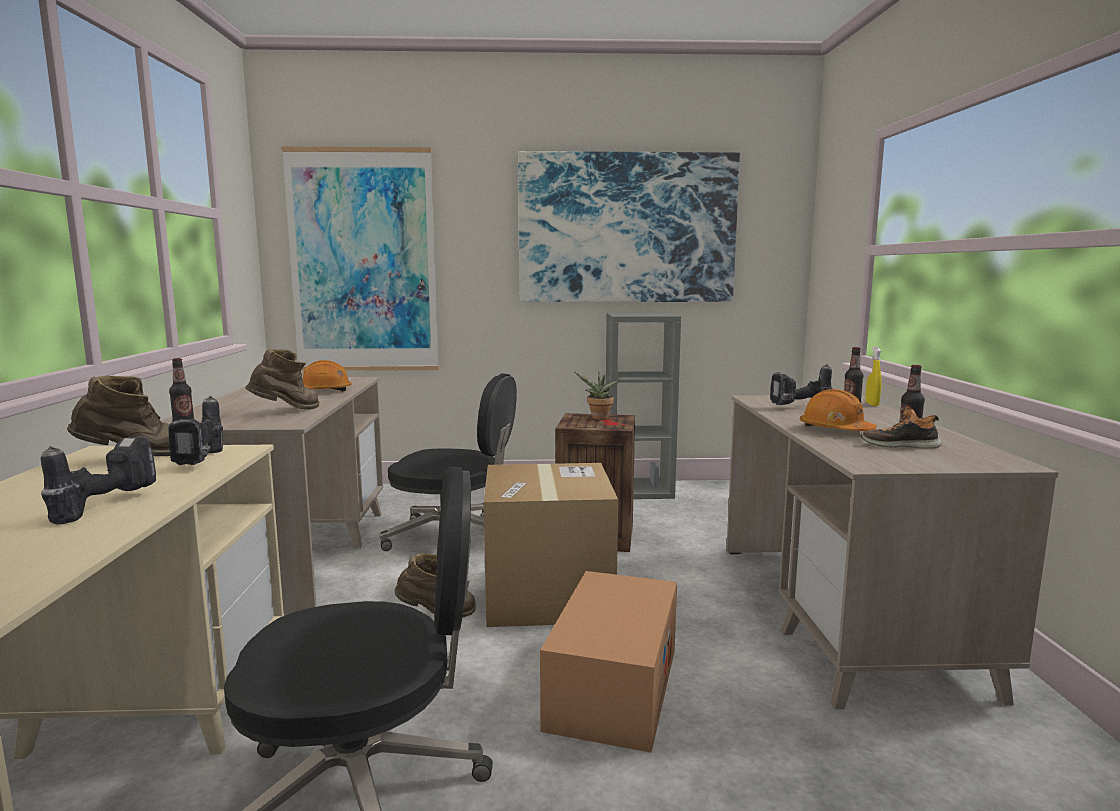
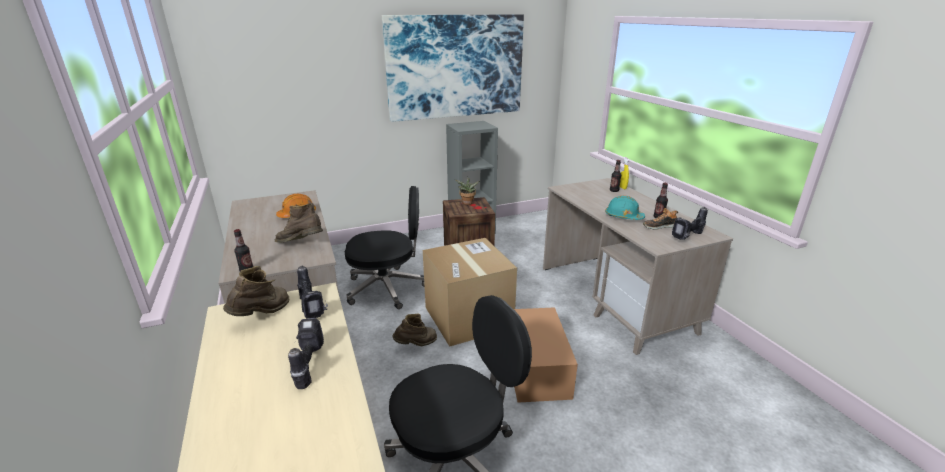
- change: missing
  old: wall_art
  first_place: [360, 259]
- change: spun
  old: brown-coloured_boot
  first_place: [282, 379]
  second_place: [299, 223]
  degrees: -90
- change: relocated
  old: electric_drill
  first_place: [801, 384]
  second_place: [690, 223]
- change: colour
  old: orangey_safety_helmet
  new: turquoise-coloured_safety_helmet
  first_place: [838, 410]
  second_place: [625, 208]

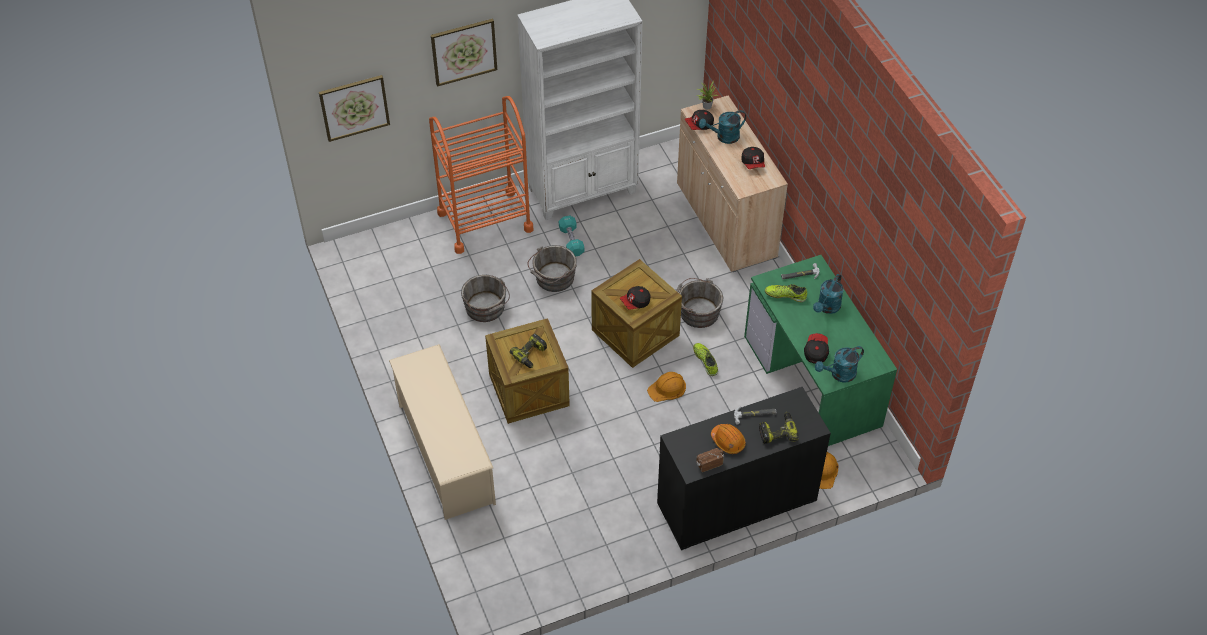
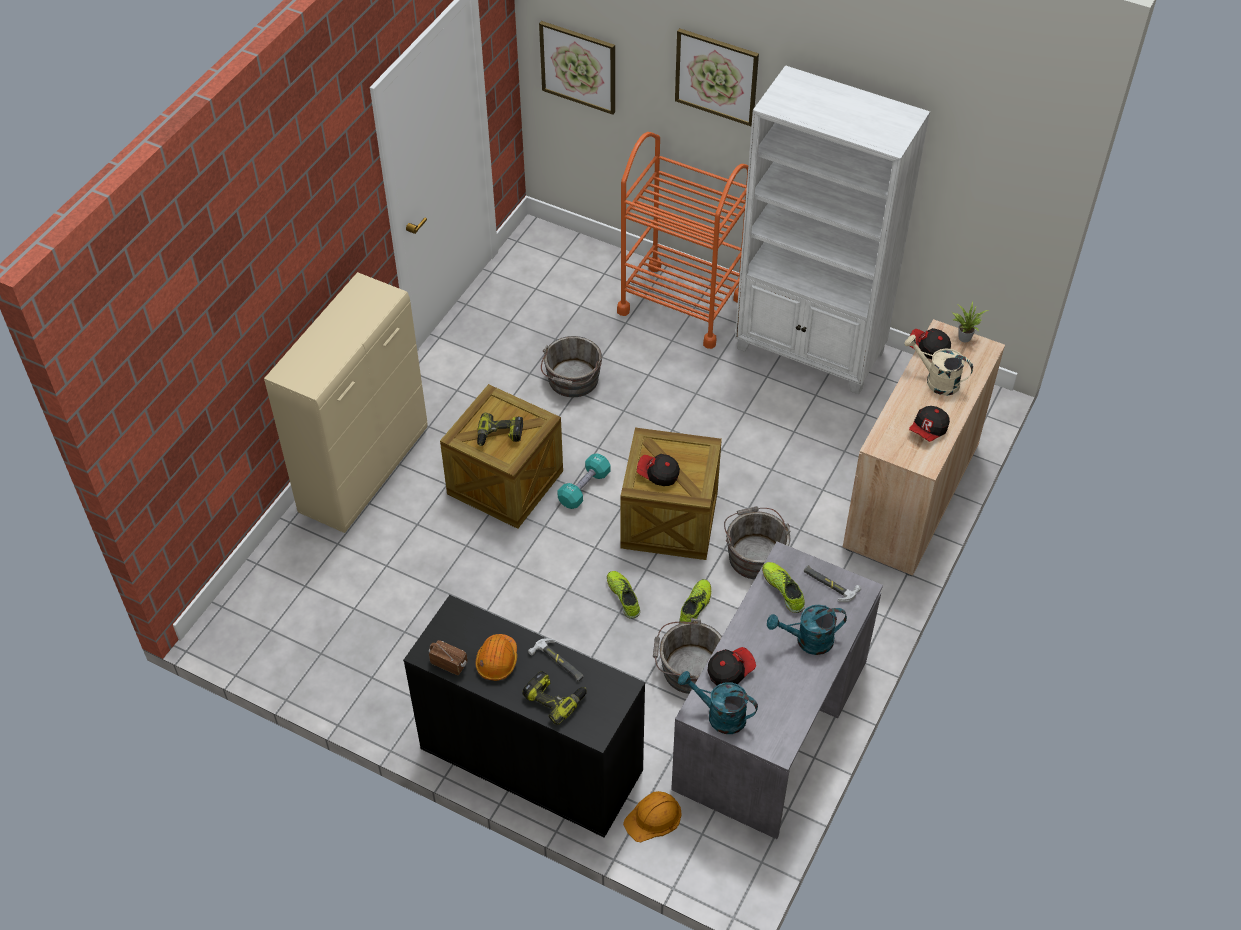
- change: colour
  old: turquoise-coloured_sprinkling_can
  new: beige_sprinkling_can
  first_place: [722, 127]
  second_place: [938, 365]
- change: relocated
  old: turquoise-coloured_hand_weight
  first_place: [571, 236]
  second_place: [584, 481]
- change: relocated
  old: greyish_bucket
  first_place: [552, 268]
  second_place: [687, 656]
- change: colour
  old: greenish_desk_table
  new: greyish_desk_table
  first_place: [820, 350]
  second_place: [777, 690]
- change: exchanged
  old: beige_shoe_stand
  new: beige_cupboard
  first_place: [442, 432]
  second_place: [346, 402]
- change: exchanged
  old: orangey_safety_helmet
  new: low_shoe
  first_place: [666, 387]
  second_place: [623, 595]

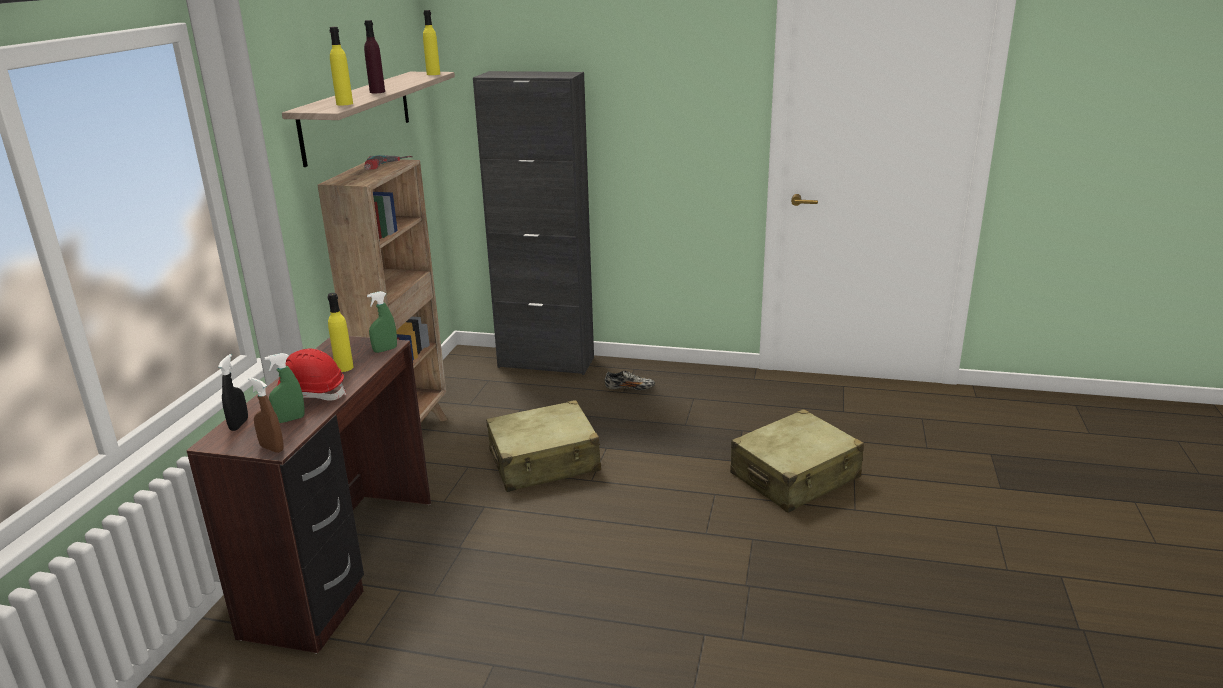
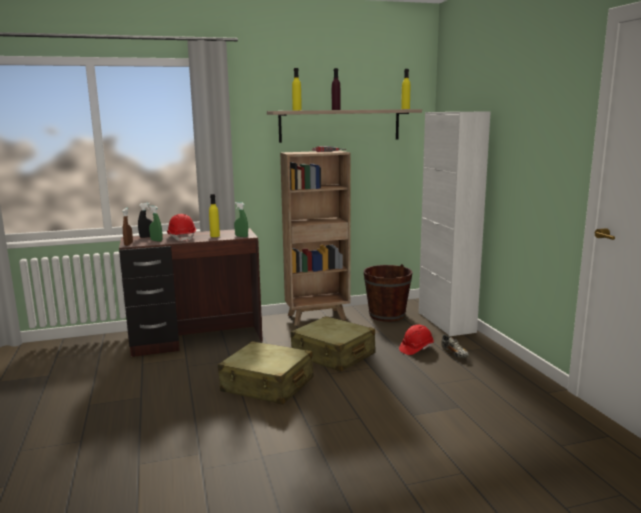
- change: colour
  old: black_cupboard
  new: white-coloured_cupboard
  first_place: [533, 223]
  second_place: [455, 223]
- change: relocated
  old: beige_piece_of_luggage
  first_place: [797, 461]
  second_place: [265, 373]
- change: appeared
  new: brown-coloured_bucket
  second_place: [388, 293]
- change: appeared
  new: red-coloured_safety_helmet
  second_place: [416, 340]

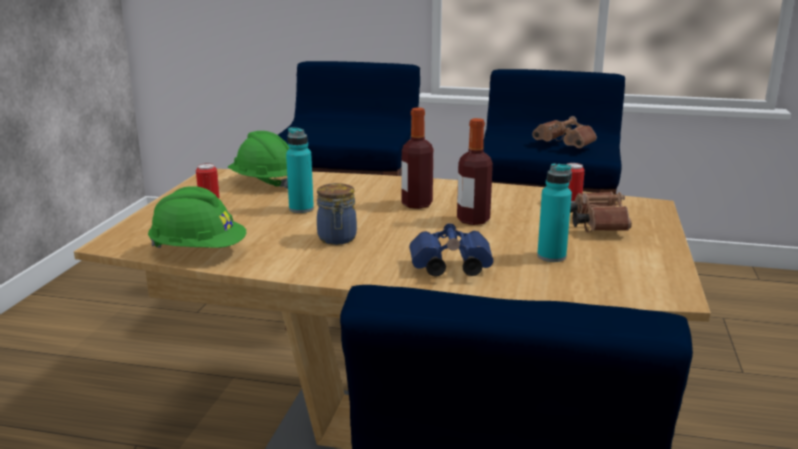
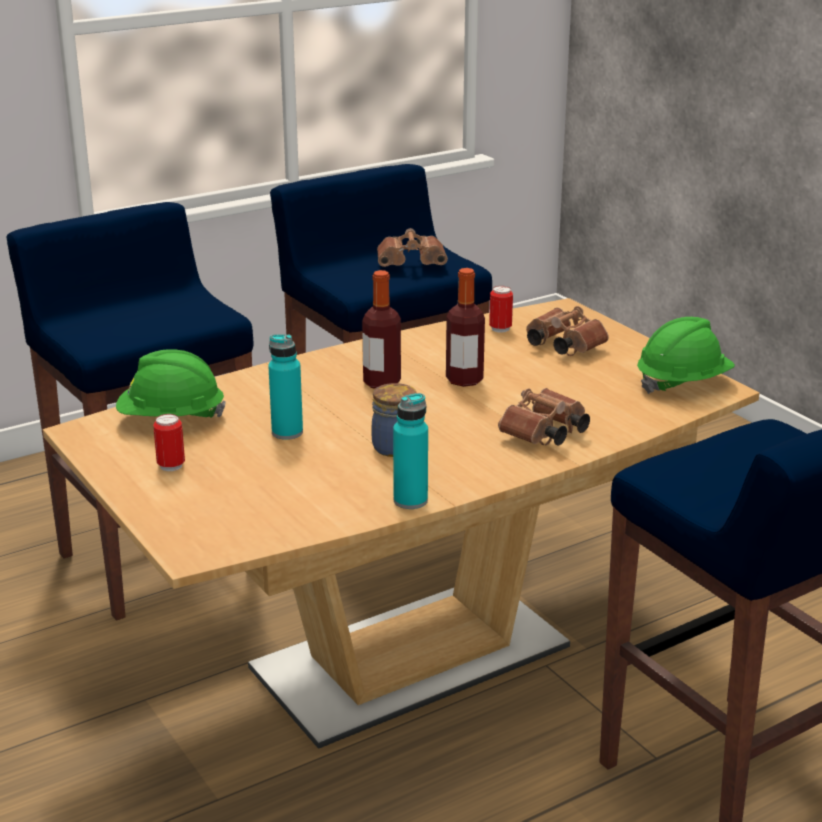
- change: relocated
  old: turquoise-coloured_drink_bottle
  first_place: [554, 212]
  second_place: [410, 451]
- change: relocated
  old: greenish_safety_helmet
  first_place: [197, 217]
  second_place: [686, 355]
- change: colour
  old: bluish_pair_of_binoculars
  new: brown-coloured_pair_of_binoculars
  first_place: [451, 249]
  second_place: [544, 417]

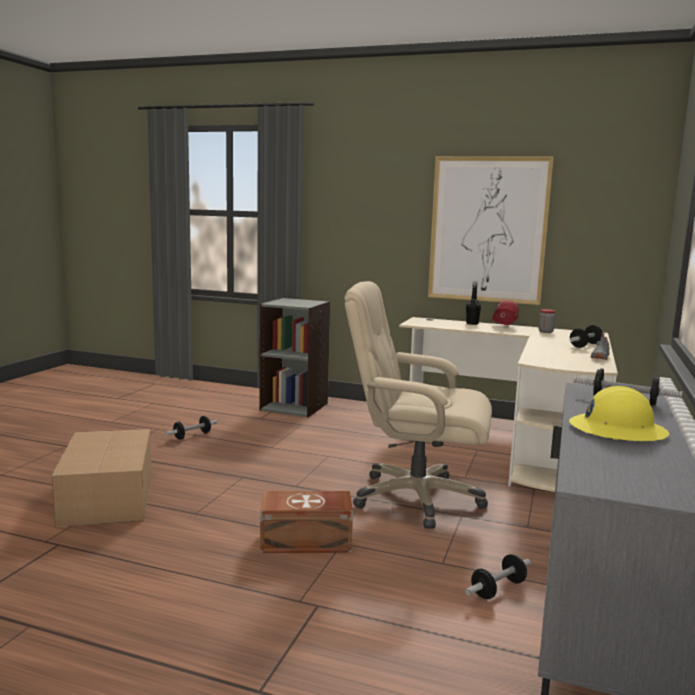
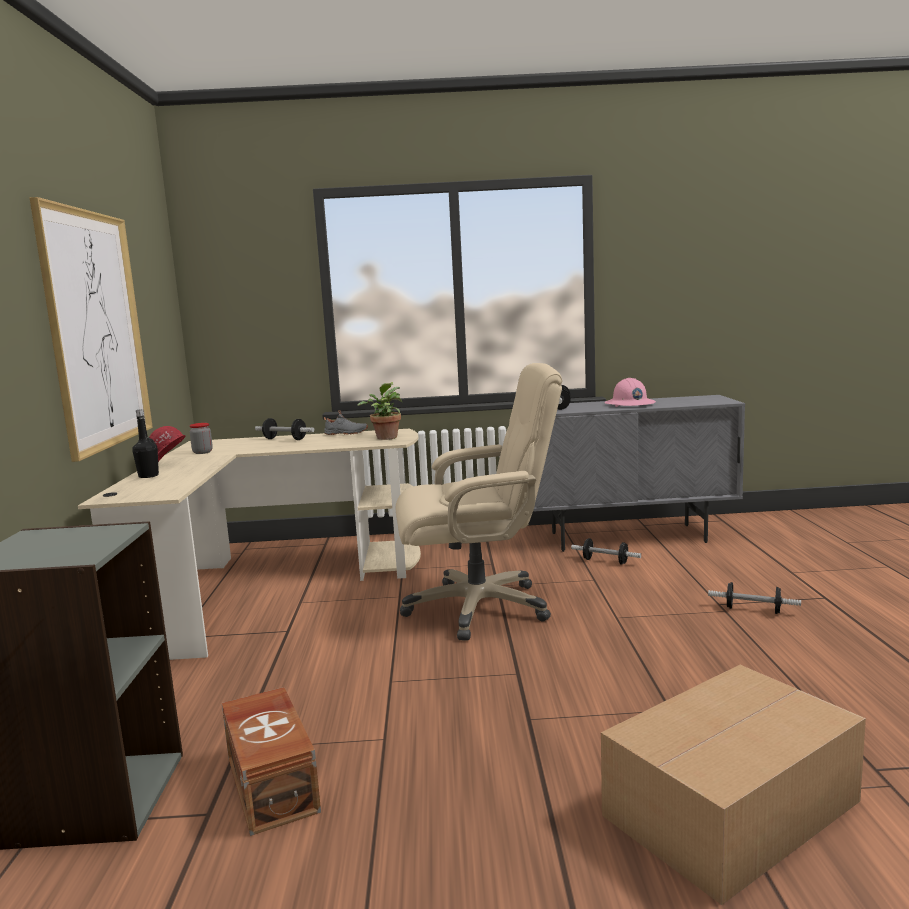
- change: spun
  old: beige_office_chair
  first_place: [418, 405]
  second_place: [479, 502]
  degrees: -90
- change: colour
  old: yellow-coloured_safety_helmet
  new: pink-coloured_safety_helmet
  first_place: [619, 413]
  second_place: [630, 392]
- change: relocated
  old: hand_weight
  first_place: [191, 428]
  second_place: [754, 598]
- change: relocated
  old: brown-coloured_storage_container
  first_place: [306, 522]
  second_place: [271, 761]
- change: appeared
  new: plant_in_a_pot
  second_place: [380, 411]

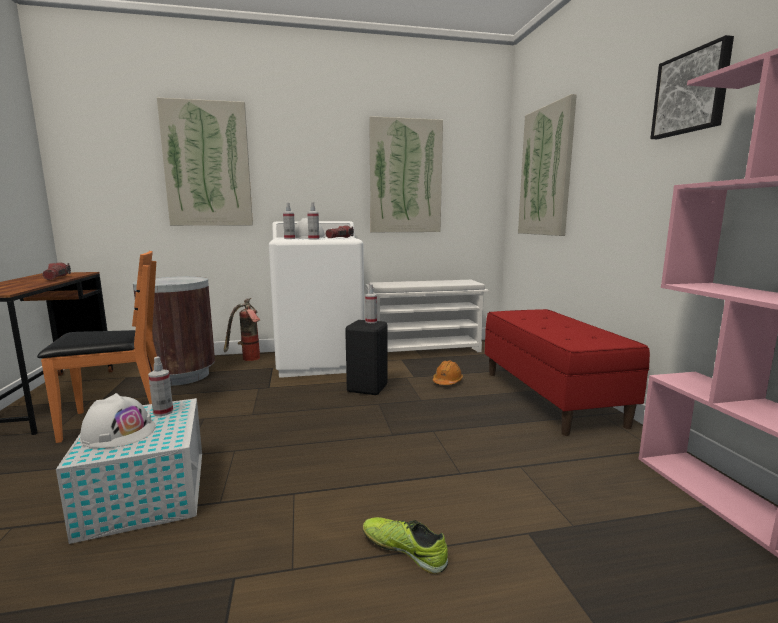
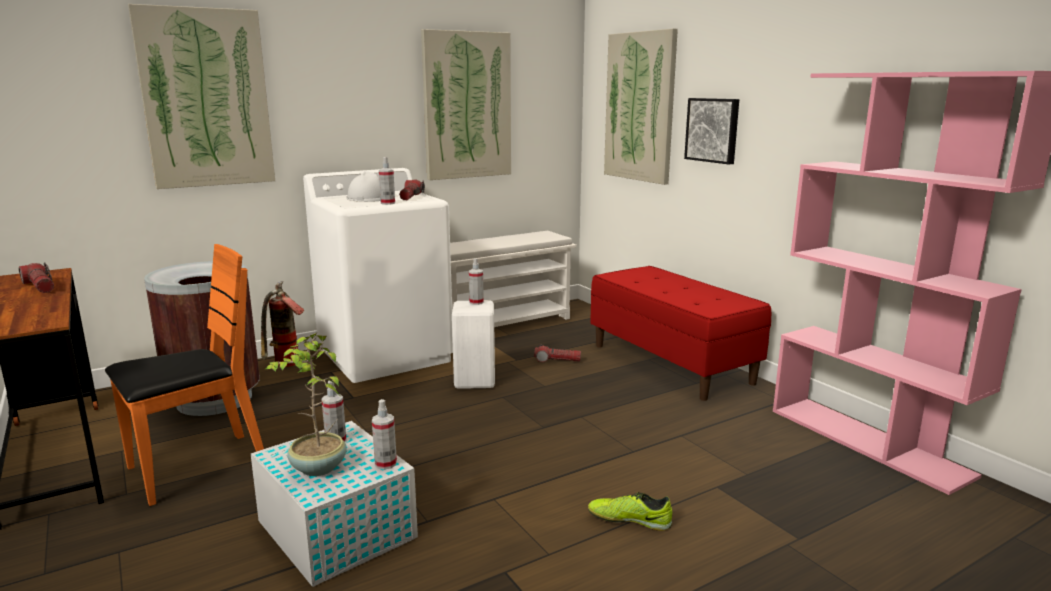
- change: relocated
  old: wall_art
  first_place: [692, 87]
  second_place: [711, 131]
- change: relocated
  old: sprayer
  first_place: [289, 221]
  second_place: [384, 434]
- change: colour
  old: black_stool
  new: white-coloured_stool
  first_place: [366, 357]
  second_place: [473, 344]
- change: exchanged
  old: orangey_safety_helmet
  new: hand_torch
  first_place: [448, 372]
  second_place: [557, 353]
- change: exchanged
  old: white-coloured_safety_helmet
  new: plant_in_a_pot
  first_place: [117, 420]
  second_place: [306, 404]

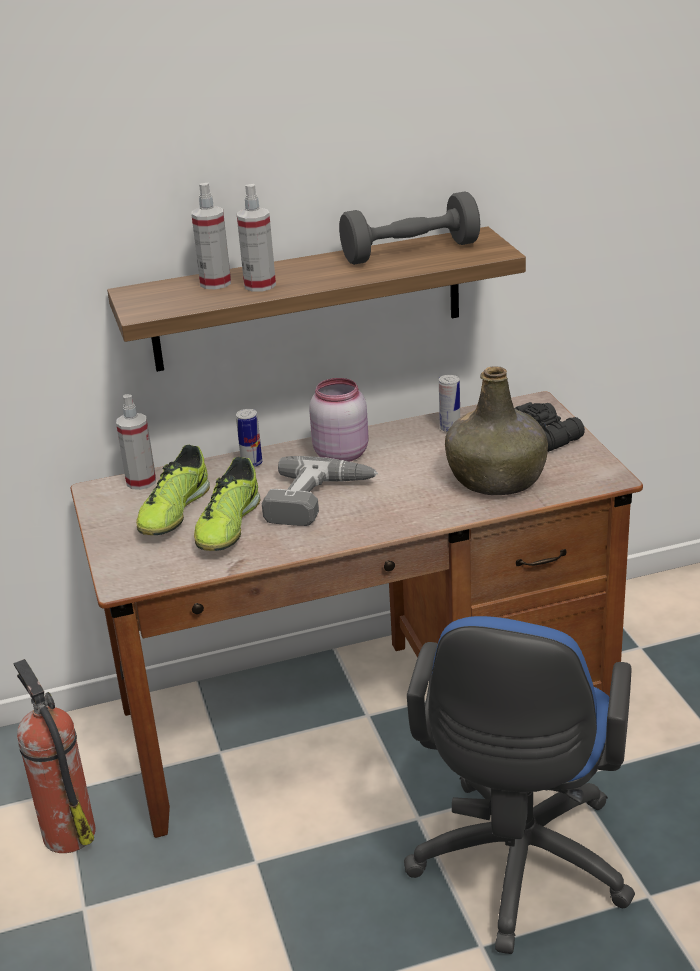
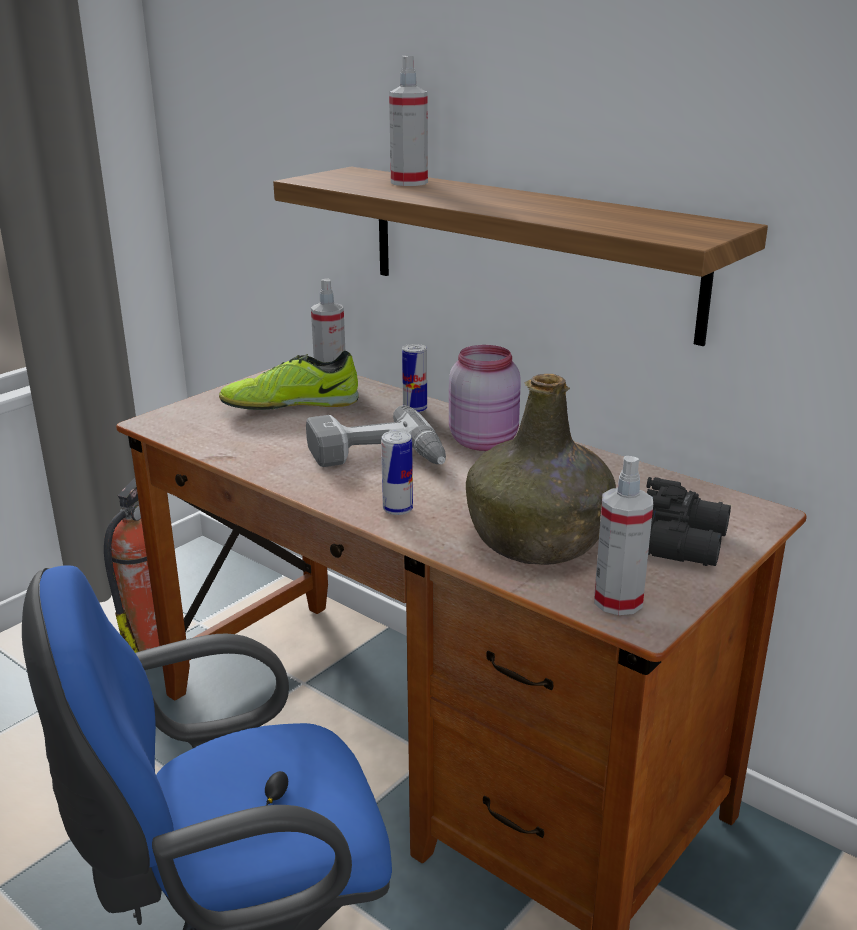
- change: relocated
  old: sprayer
  first_place: [256, 238]
  second_place: [623, 535]
- change: missing
  old: greyish_hand_weight
  first_place: [409, 228]
- change: relocated
  old: sealed_can
  first_place: [449, 403]
  second_place: [397, 472]
- change: missing
  old: low_shoe
  first_place: [227, 504]

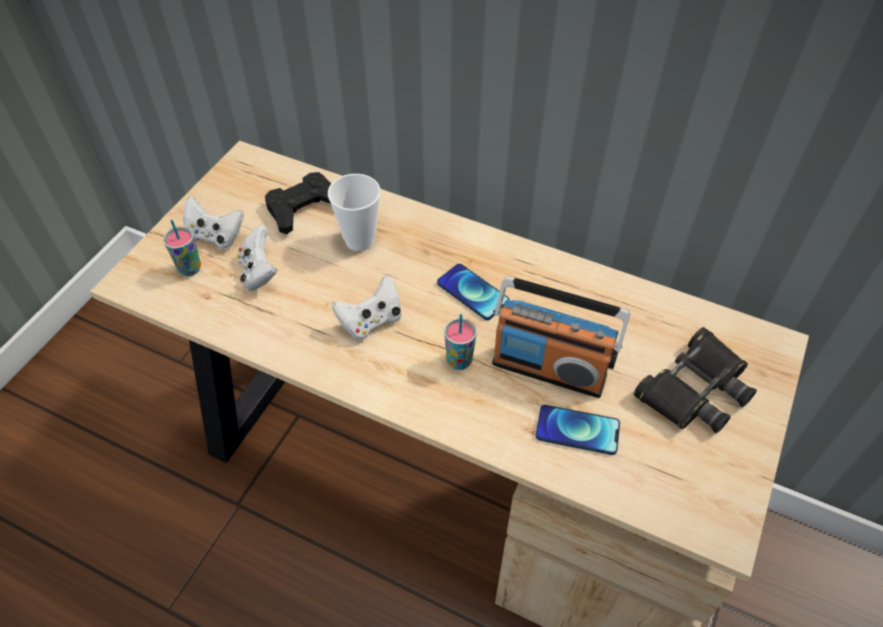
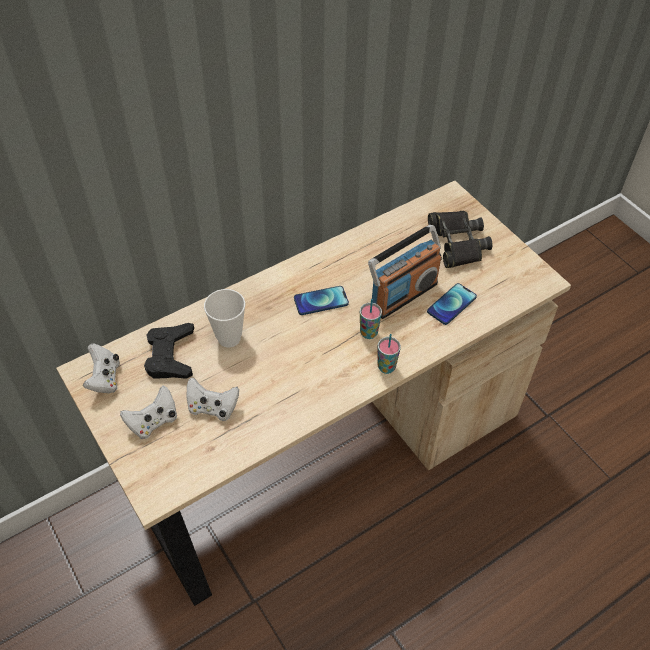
- change: relocated
  old: drinking_cup
  first_place: [182, 248]
  second_place: [389, 354]
- change: relocated
  old: white-coloured_game_controller
  first_place: [367, 307]
  second_place: [101, 368]

